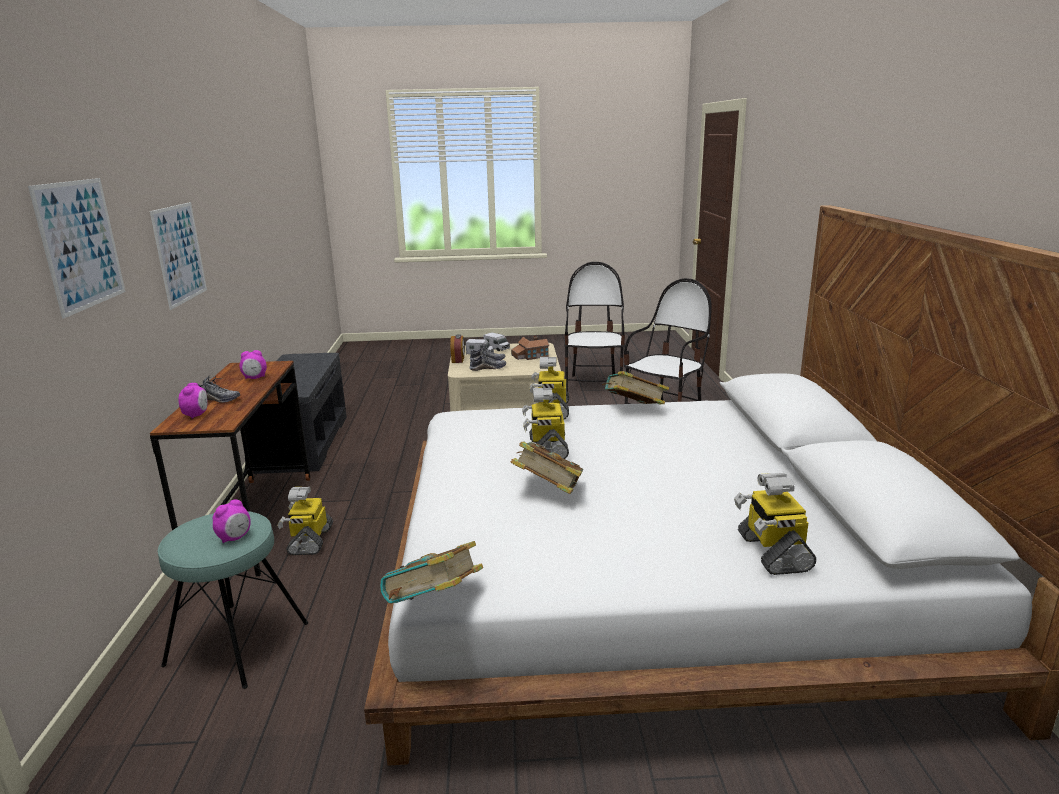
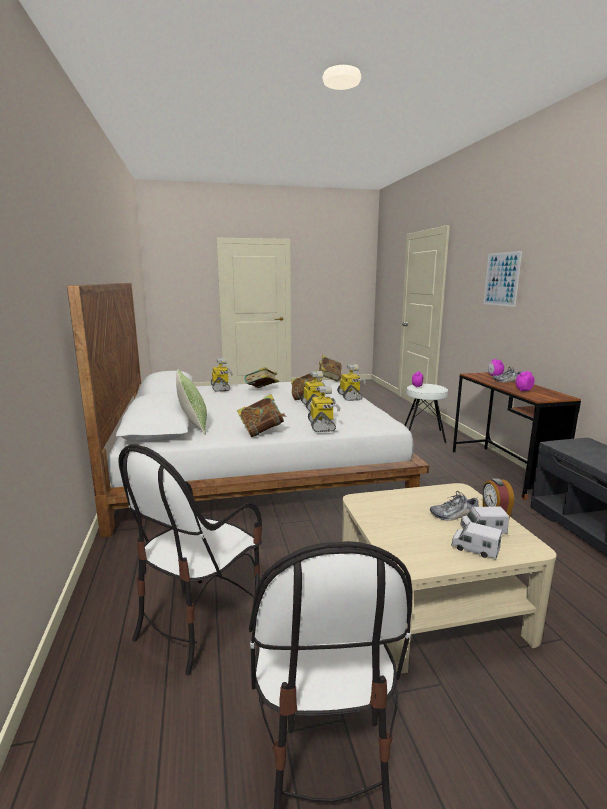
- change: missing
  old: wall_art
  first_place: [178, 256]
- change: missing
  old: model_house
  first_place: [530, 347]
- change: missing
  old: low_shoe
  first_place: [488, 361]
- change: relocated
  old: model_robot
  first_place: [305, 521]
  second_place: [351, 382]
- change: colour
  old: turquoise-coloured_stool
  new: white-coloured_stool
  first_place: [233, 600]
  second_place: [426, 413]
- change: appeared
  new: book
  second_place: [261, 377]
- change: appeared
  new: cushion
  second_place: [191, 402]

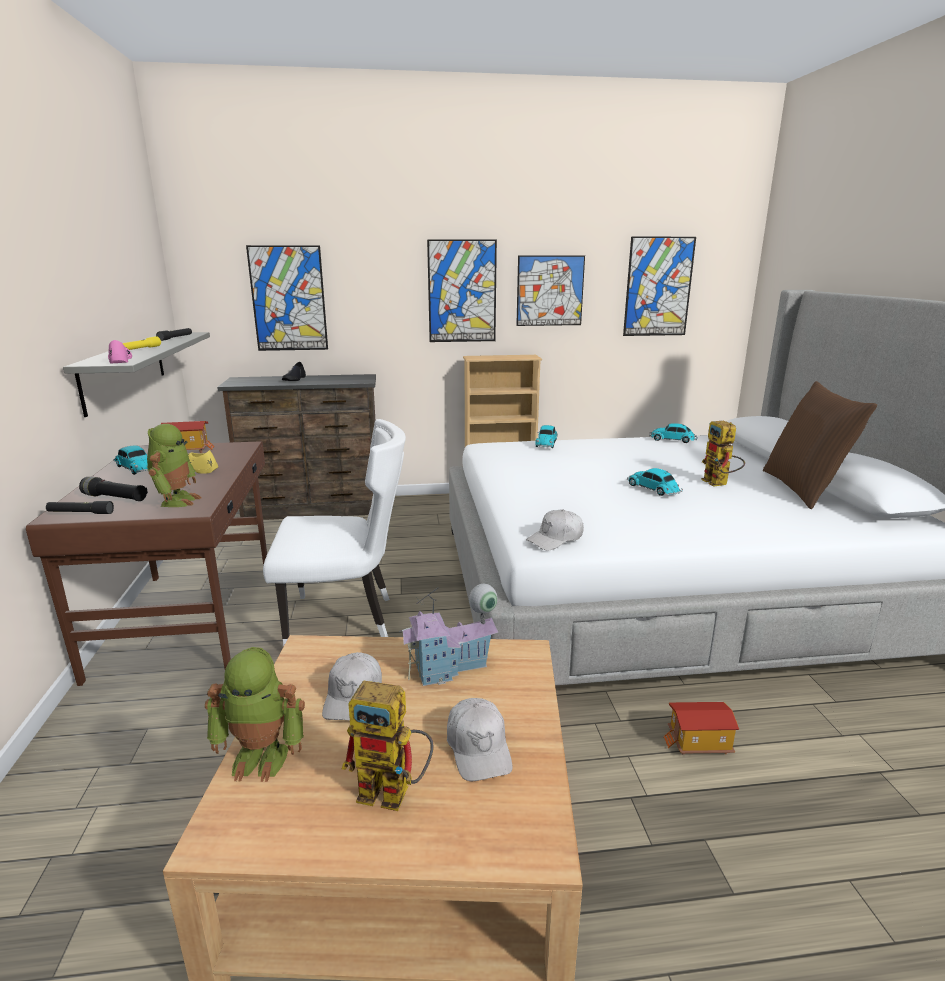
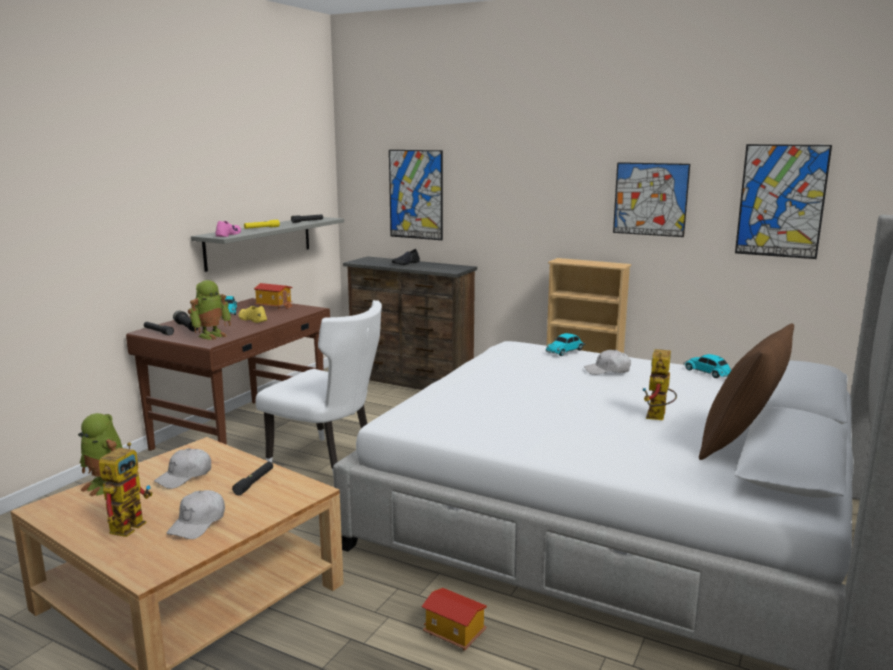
- change: missing
  old: wall_art
  first_place: [462, 290]
- change: missing
  old: miniature_car
  first_place: [655, 482]
- change: relocated
  old: white-coloured_cap
  first_place: [555, 530]
  second_place: [607, 362]
- change: exchanged
  old: model_house
  new: black_hand_torch
  first_place: [448, 635]
  second_place: [252, 478]
- change: spun
  old: model_robot
  first_place: [388, 746]
  second_place: [126, 489]
  degrees: -120

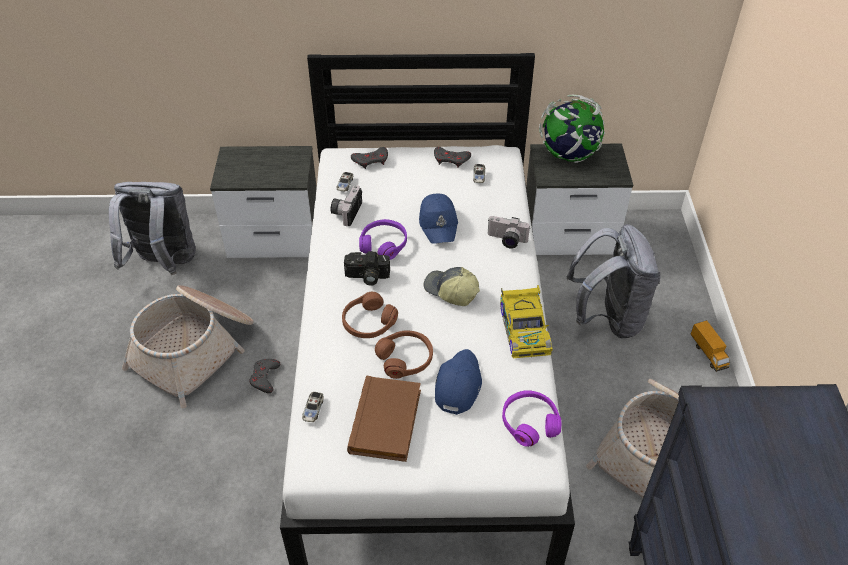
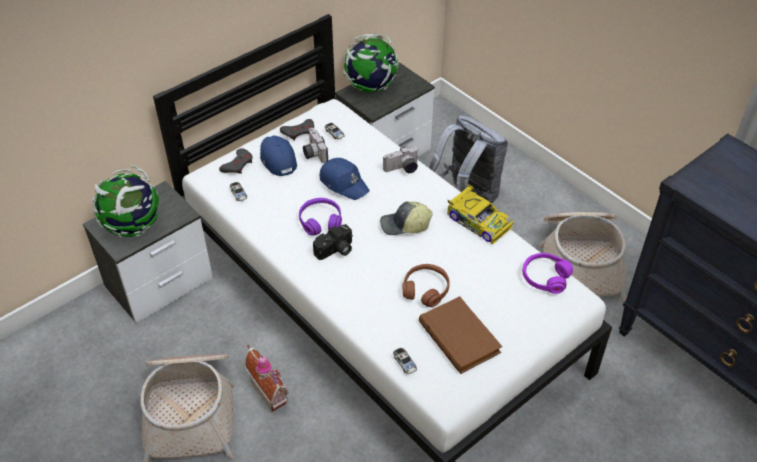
- change: missing
  old: greyish_backpack
  first_place: [152, 228]
- change: relocated
  old: still_camera
  first_place: [346, 205]
  second_place: [315, 145]
- change: missing
  old: brown-coloured_pair_of_headphones
  first_place: [370, 315]
- change: missing
  old: toy_truck
  first_place: [710, 346]
- change: relocated
  old: bluish_cap
  first_place: [458, 382]
  second_place: [278, 156]
- change: exchanged
  old: greyish_game_controller
  new: model_house
  first_place: [264, 376]
  second_place: [267, 378]
- change: appeared
  new: world_globe
  second_place: [125, 201]

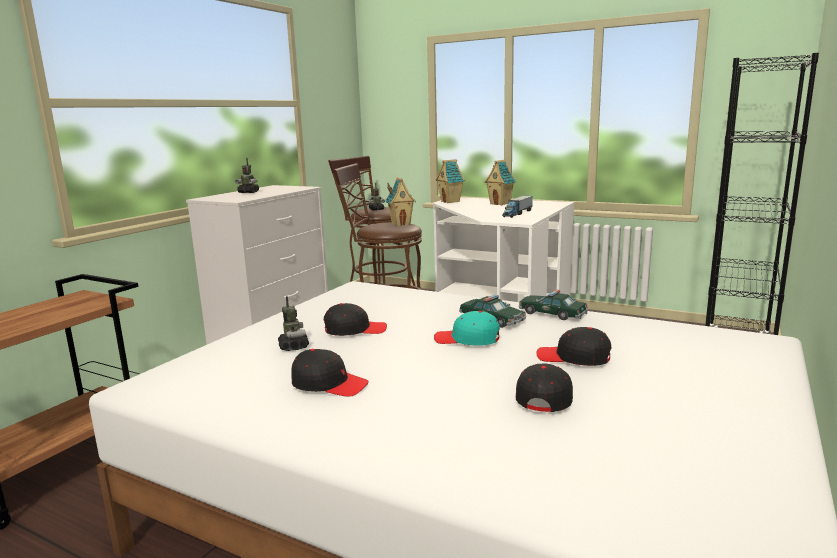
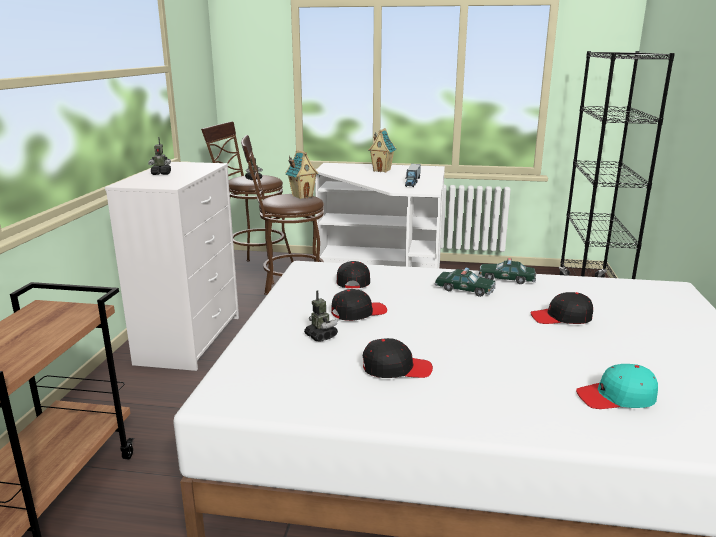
- change: missing
  old: model_house
  first_place: [450, 181]
- change: relocated
  old: turquoise-coloured_cap
  first_place: [467, 328]
  second_place: [617, 386]
- change: relocated
  old: black_cap
  first_place: [544, 387]
  second_place: [353, 274]

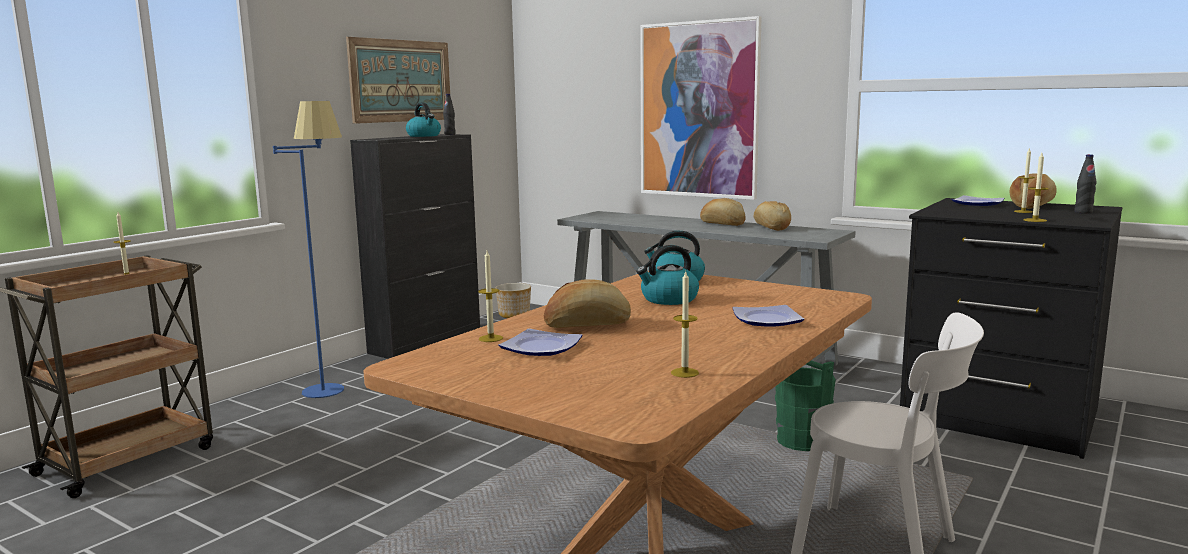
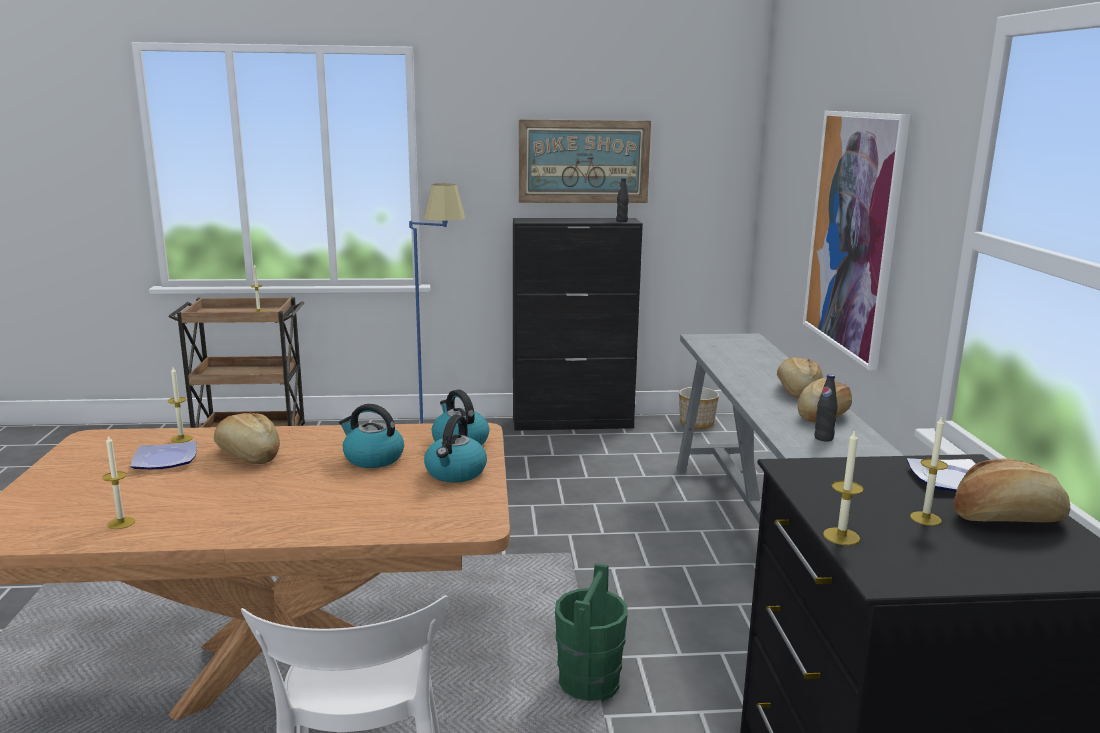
- change: relocated
  old: tea_kettle
  first_place: [423, 120]
  second_place: [455, 449]
- change: relocated
  old: black_drink_bottle
  first_place: [1085, 184]
  second_place: [826, 407]
- change: missing
  old: plate
  first_place: [768, 316]

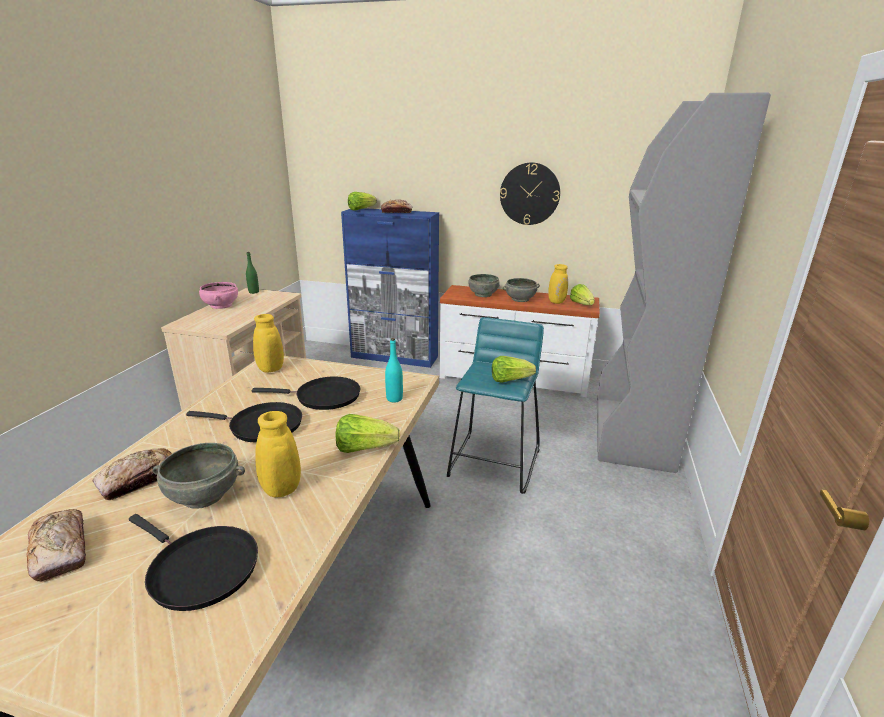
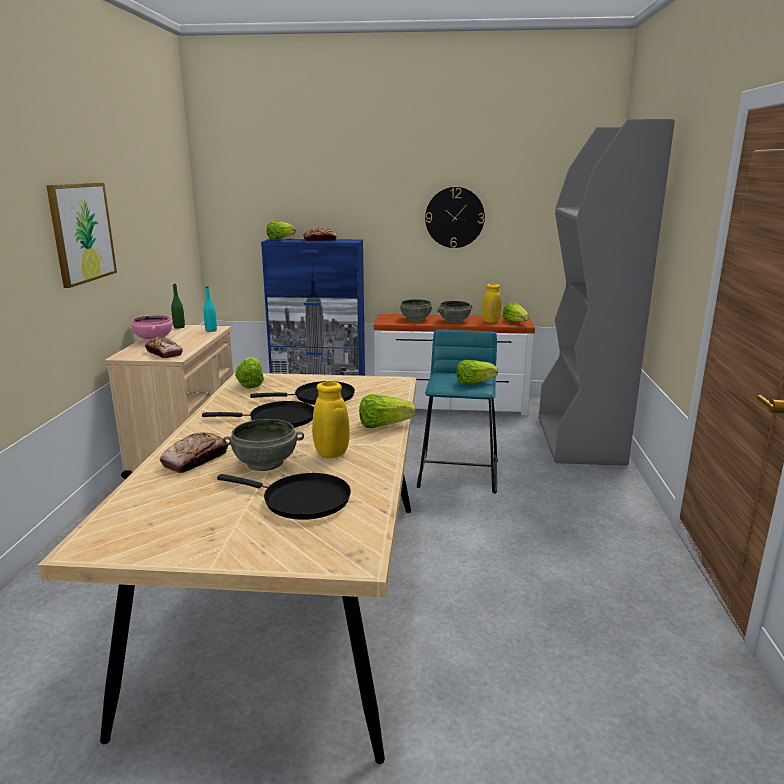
- change: exchanged
  old: yellow-coloured_decorative_vase
  new: lettuce_head
  first_place: [268, 343]
  second_place: [249, 373]
- change: relocated
  old: turquoise-coloured_drink_bottle
  first_place: [394, 370]
  second_place: [210, 309]
- change: relocated
  old: baked_bread
  first_place: [56, 545]
  second_place: [164, 347]
- change: appeared
  new: wall_art
  second_place: [81, 235]

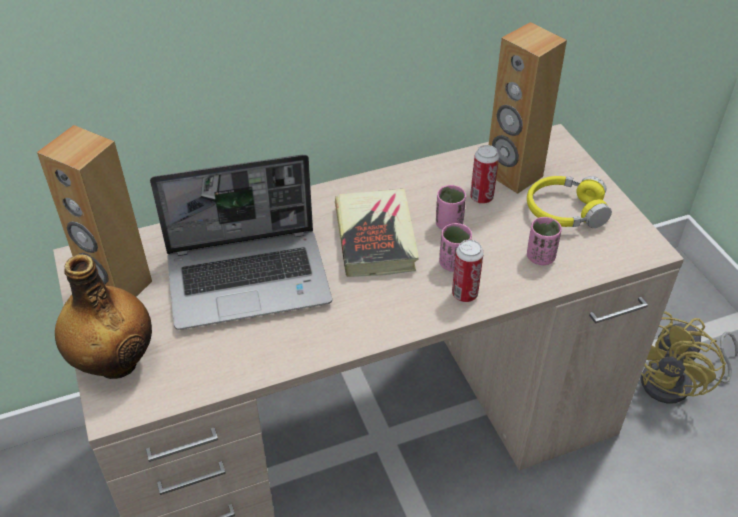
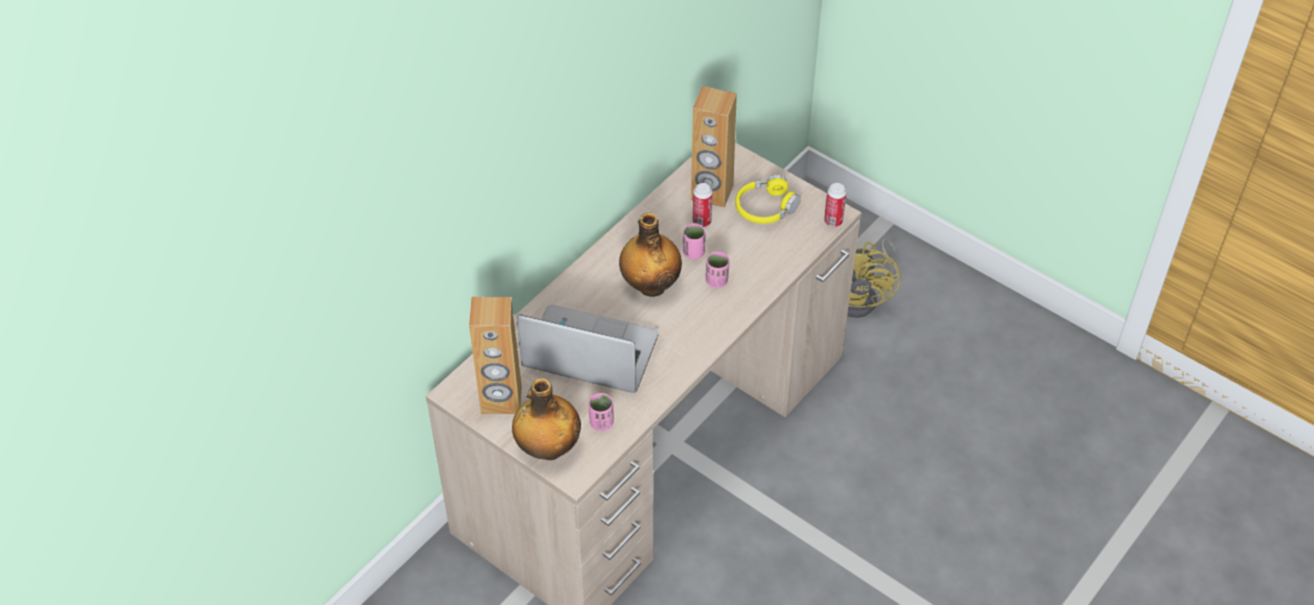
- change: spun
  old: notebook_computer
  first_place: [241, 242]
  second_place: [588, 349]
  degrees: -120
- change: exchanged
  old: book
  new: drink_bottle
  first_place: [377, 233]
  second_place: [650, 254]
- change: relocated
  old: pink-coloured_drinking_cup
  first_place: [544, 241]
  second_place: [601, 412]
- change: relocated
  old: sealed_can
  first_place: [468, 271]
  second_place: [835, 205]

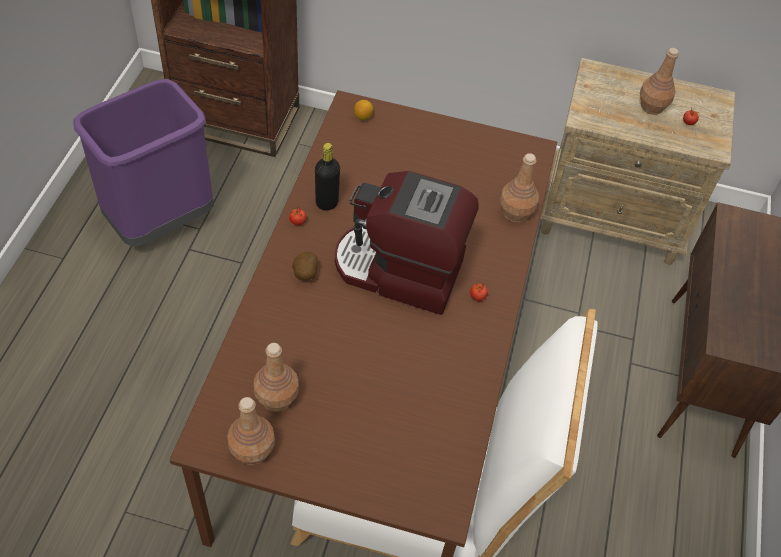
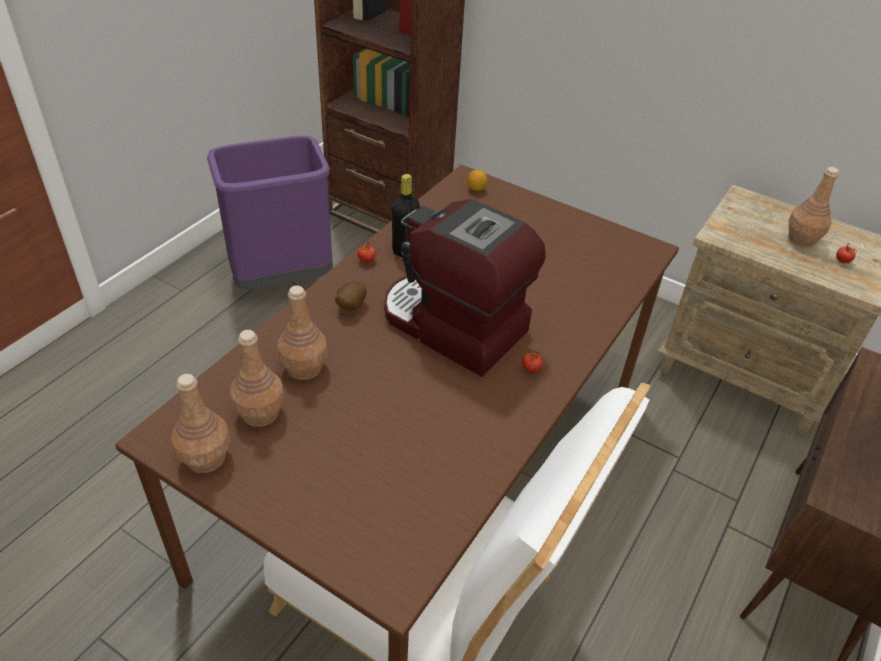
- change: relocated
  old: brown-coloured_drink_bottle
  first_place: [519, 188]
  second_place: [302, 332]

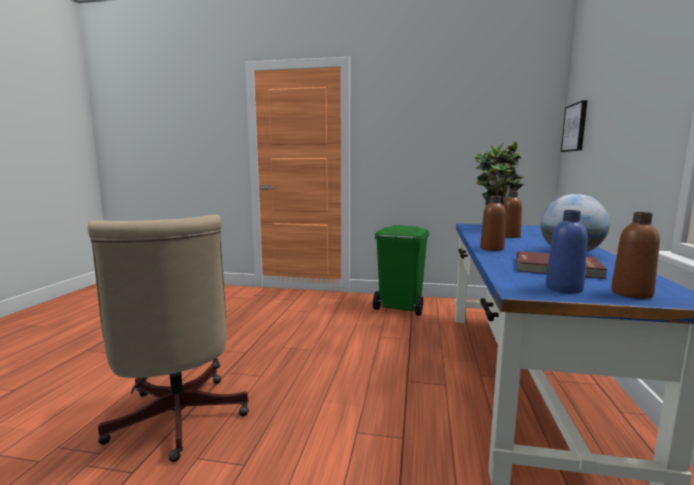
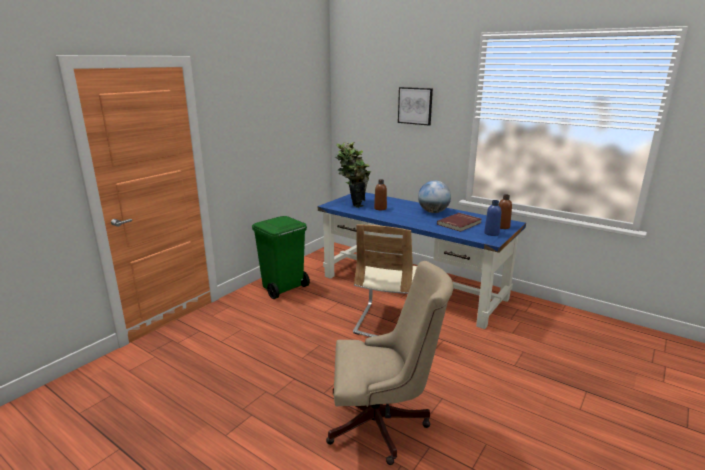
- change: relocated
  old: wall_art
  first_place: [574, 126]
  second_place: [415, 106]
- change: missing
  old: brown-coloured_drink_bottle
  first_place: [493, 223]
- change: appeared
  new: beige_upright_chair
  second_place: [385, 281]

